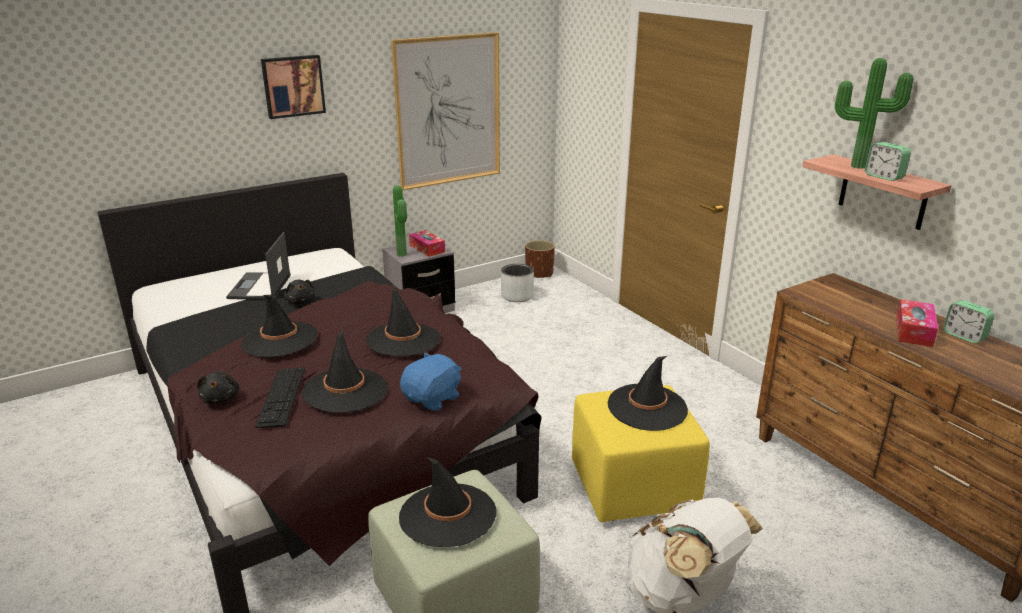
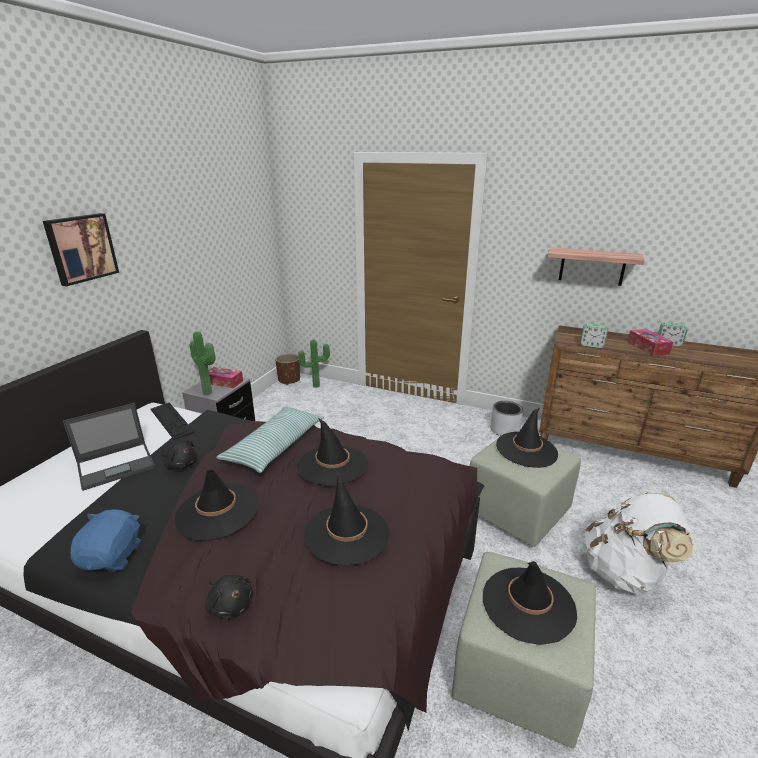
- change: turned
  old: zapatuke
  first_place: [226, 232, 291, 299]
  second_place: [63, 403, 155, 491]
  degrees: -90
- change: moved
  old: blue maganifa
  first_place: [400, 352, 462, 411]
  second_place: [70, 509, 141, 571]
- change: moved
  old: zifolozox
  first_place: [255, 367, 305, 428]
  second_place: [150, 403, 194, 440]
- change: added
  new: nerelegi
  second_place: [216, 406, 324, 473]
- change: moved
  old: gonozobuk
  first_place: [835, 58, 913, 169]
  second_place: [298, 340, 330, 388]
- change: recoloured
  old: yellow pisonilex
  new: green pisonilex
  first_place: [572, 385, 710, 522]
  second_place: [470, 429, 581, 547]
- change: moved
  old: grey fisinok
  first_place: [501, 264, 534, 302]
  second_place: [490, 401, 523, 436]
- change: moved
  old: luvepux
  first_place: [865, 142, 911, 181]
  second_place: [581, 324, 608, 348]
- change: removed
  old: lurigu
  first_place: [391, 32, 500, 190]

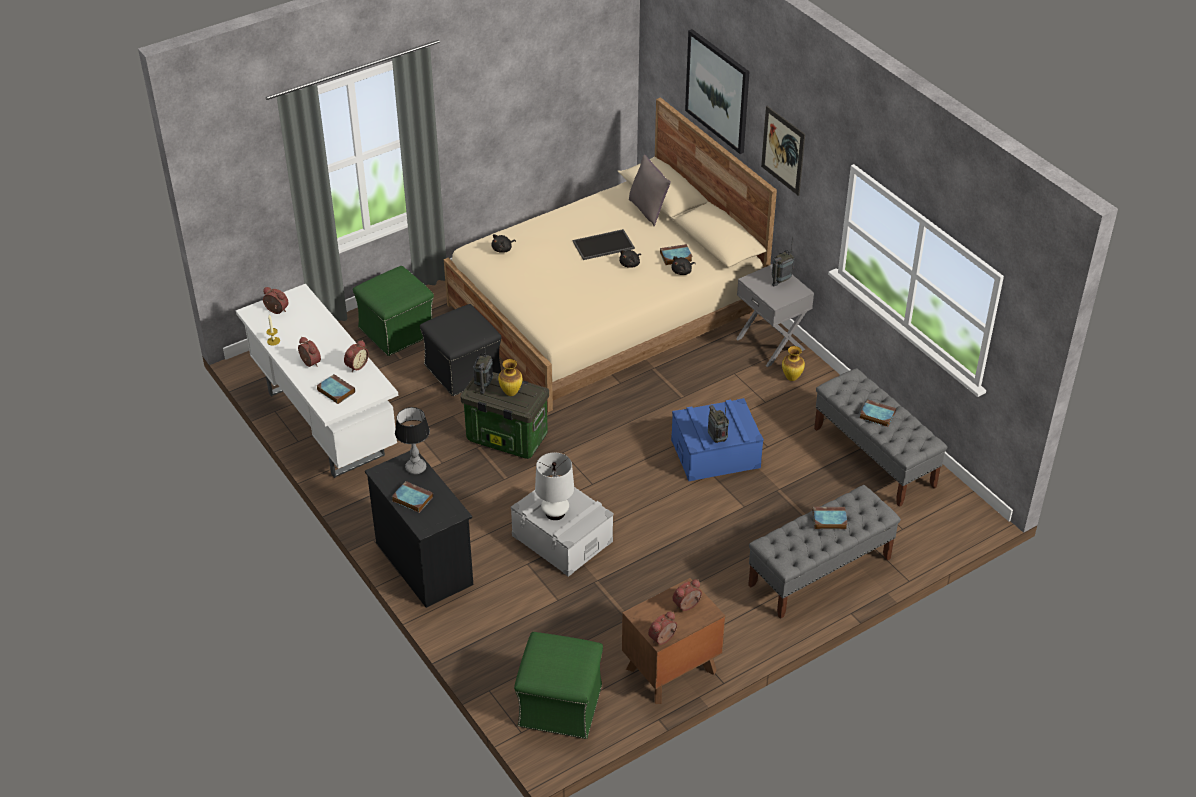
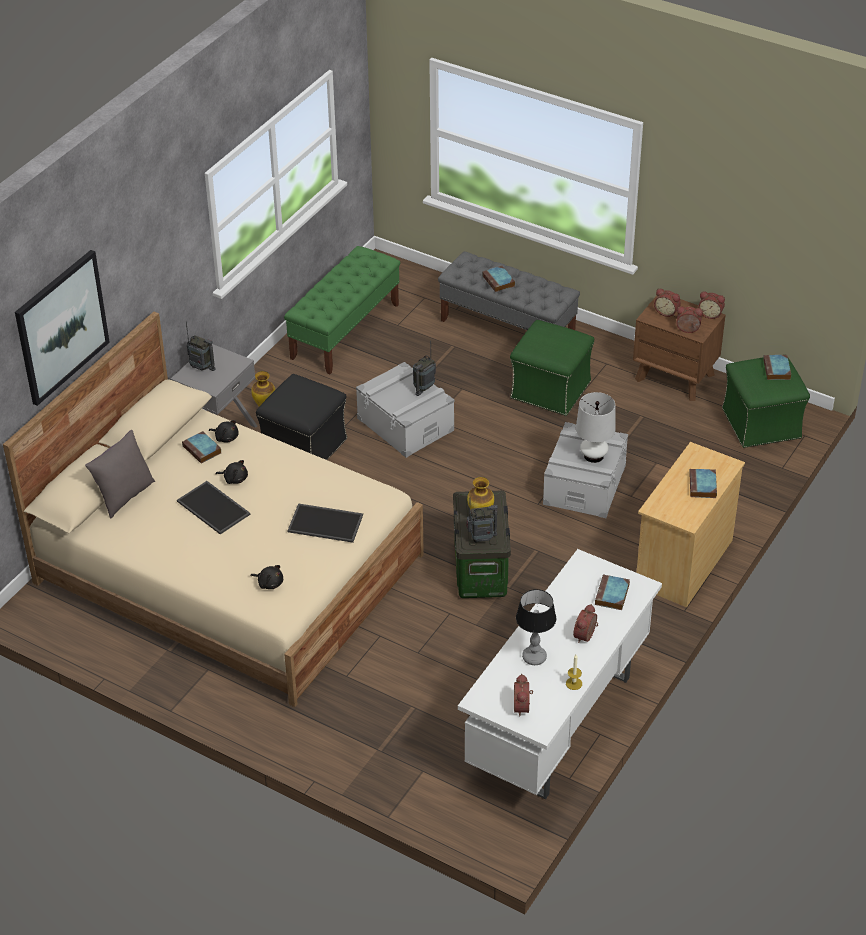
- change: moved
  old: black pisonilex
  first_place: [420, 304, 501, 396]
  second_place: [256, 374, 347, 460]
- change: recoloured
  old: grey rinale
  new: green rinale
  first_place: [814, 368, 947, 507]
  second_place: [284, 246, 400, 374]
- change: added
  new: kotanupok
  second_place: [287, 503, 363, 543]
- change: recoloured
  old: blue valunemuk
  new: grey valunemuk
  first_place: [671, 398, 764, 481]
  second_place: [356, 362, 455, 458]
- change: moved
  old: green pisonilex
  first_place: [353, 266, 434, 356]
  second_place: [510, 320, 594, 416]
- change: moved
  old: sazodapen
  first_place: [395, 407, 430, 474]
  second_place: [516, 589, 556, 665]
- change: recoloured
  old: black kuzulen
  new: beige kuzulen
  first_place: [365, 451, 473, 608]
  second_place: [636, 442, 745, 607]
- change: moved
  old: luvepux
  first_place: [344, 340, 369, 372]
  second_place: [677, 307, 703, 333]
- change: moved
  old: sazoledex
  first_place: [859, 399, 896, 427]
  second_place: [763, 355, 791, 380]
- change: removed
  old: lurigu
  first_place: [761, 106, 805, 196]

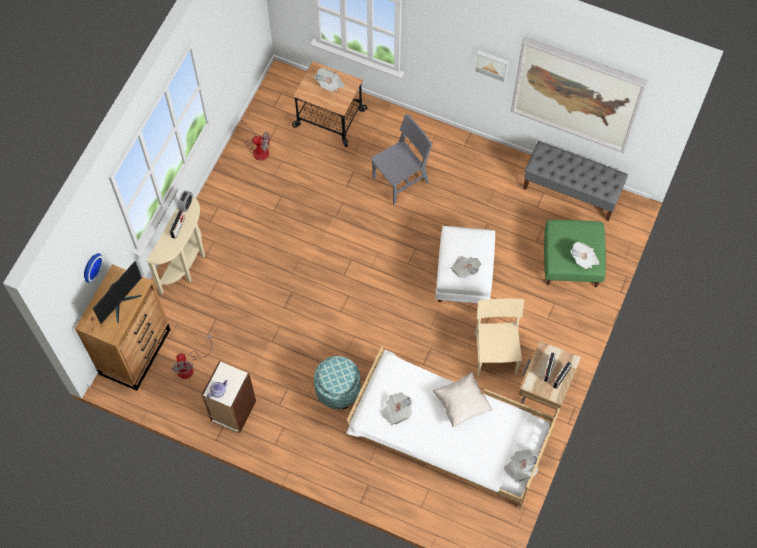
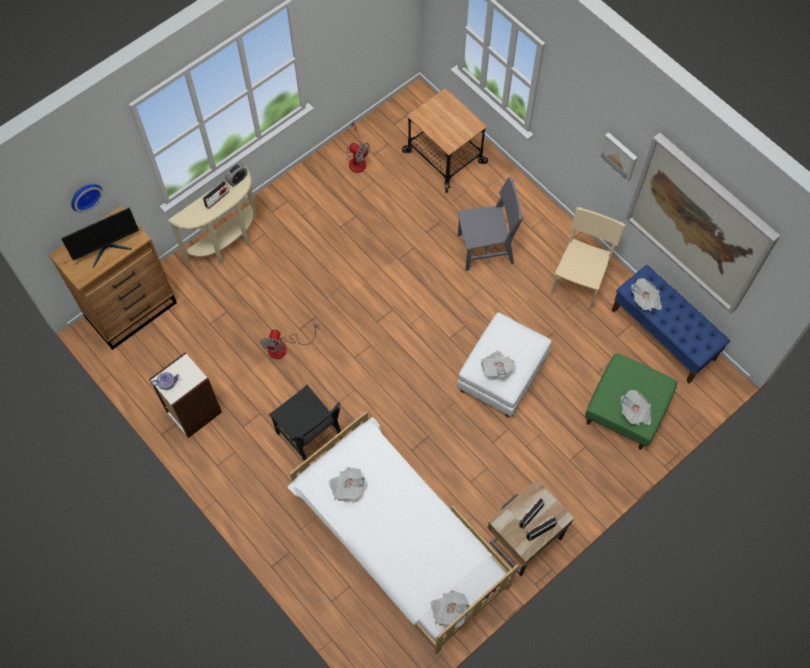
- change: moved
  old: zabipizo
  first_place: [172, 335, 212, 379]
  second_place: [260, 324, 319, 359]
- change: replaced
  old: pisonilex
  new: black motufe
  first_place: [314, 356, 361, 409]
  second_place: [269, 385, 343, 465]
- change: moved
  old: beige motufe
  first_place: [474, 298, 524, 376]
  second_place: [551, 207, 625, 309]
- change: recoloured
  old: grey rinale
  new: blue rinale
  first_place: [523, 141, 628, 221]
  second_place: [611, 265, 730, 383]
- change: moved
  old: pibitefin
  first_place: [314, 68, 345, 92]
  second_place: [631, 278, 662, 311]
- change: removed
  old: beige nerelegi
  first_place: [433, 372, 493, 427]

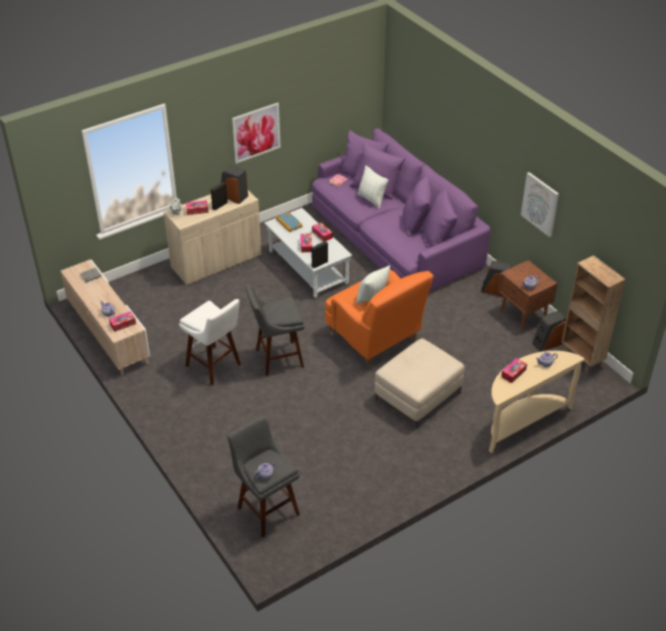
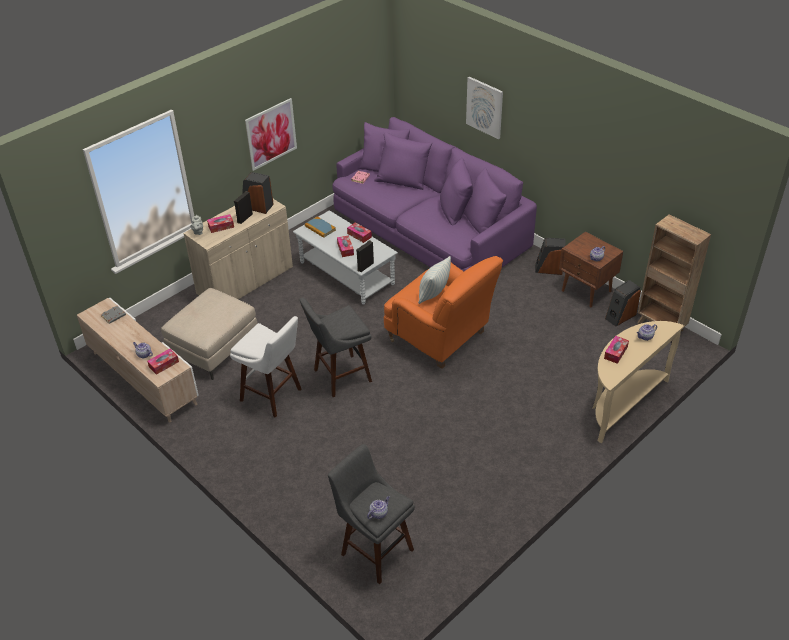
- change: moved
  old: beige pisonilex
  first_place: [374, 338, 465, 429]
  second_place: [161, 288, 258, 380]
- change: moved
  old: lurigu
  first_place: [521, 172, 559, 237]
  second_place: [466, 77, 503, 139]
- change: removed
  old: nerelegi
  first_place: [357, 166, 388, 209]

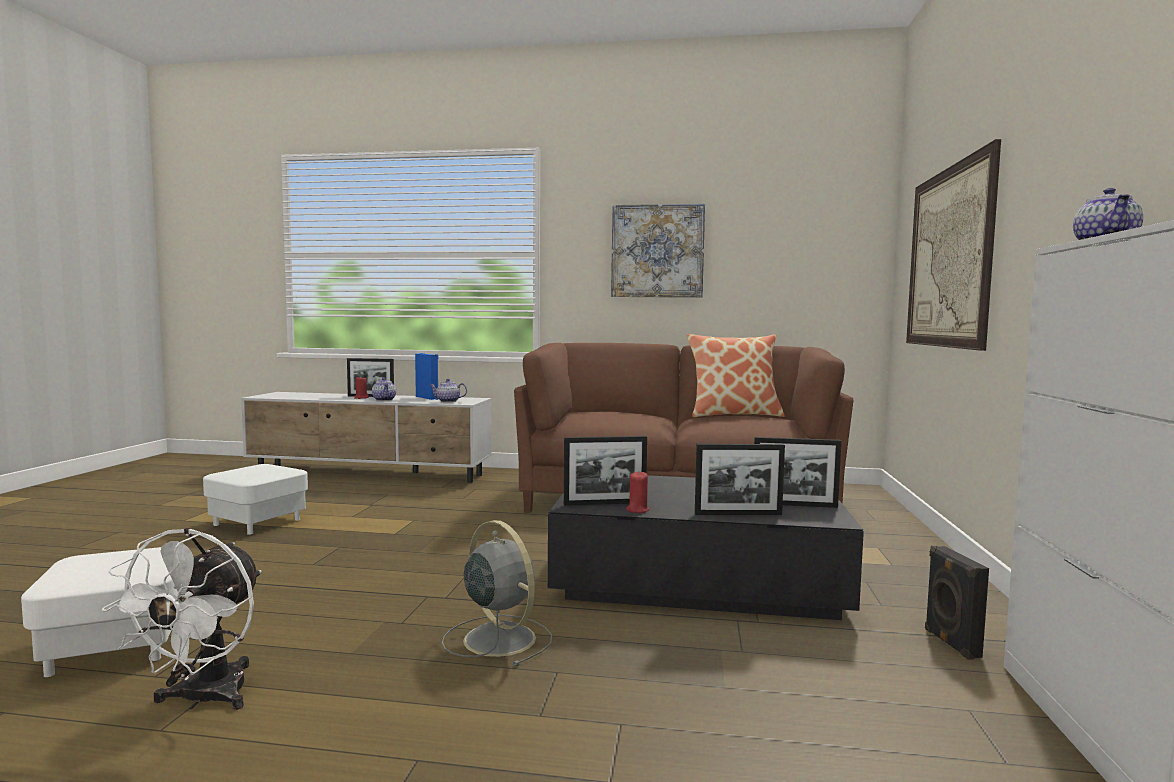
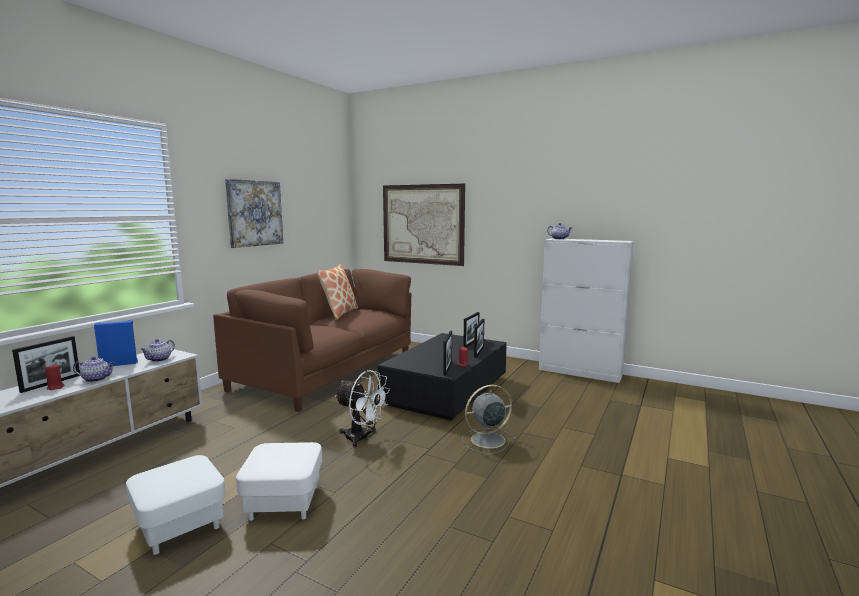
- change: moved
  old: white pisonilex
  first_place: [21, 547, 181, 677]
  second_place: [236, 442, 322, 521]
- change: moved
  old: white zabipizo
  first_place: [102, 528, 261, 710]
  second_place: [335, 370, 390, 448]
- change: removed
  old: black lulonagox
  first_place: [925, 546, 989, 660]

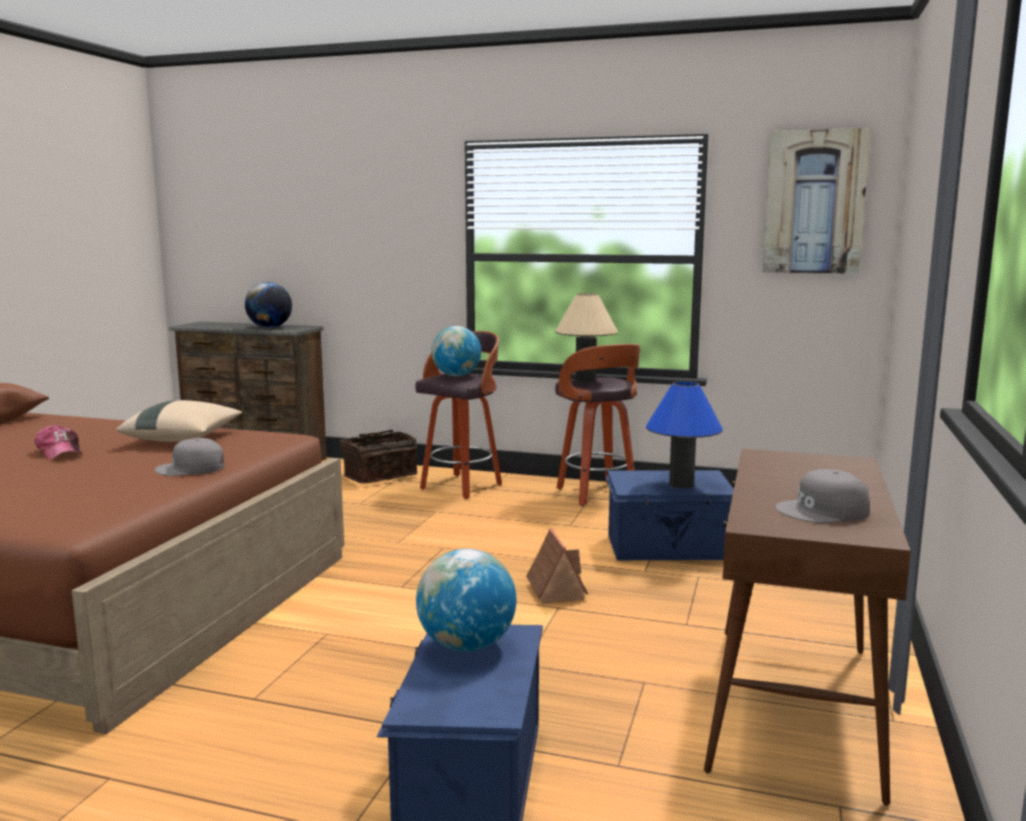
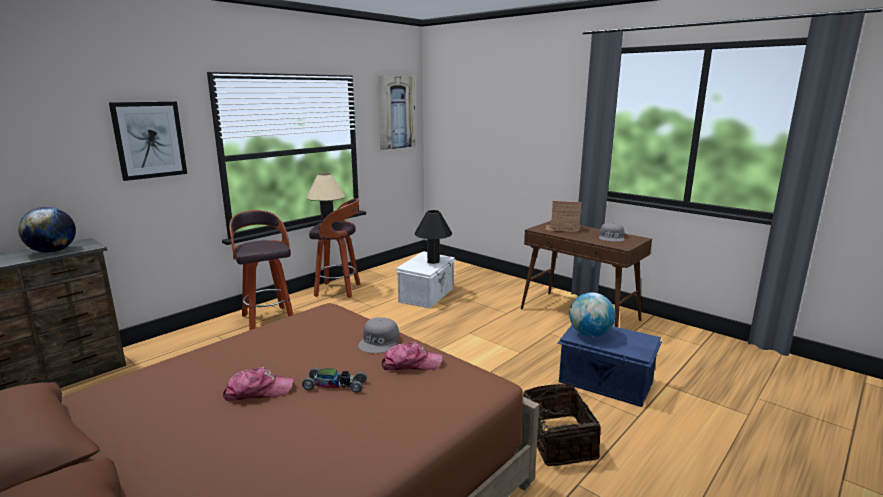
- change: added
  new: lurigu
  second_place: [109, 102, 187, 181]
- change: added
  new: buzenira
  second_place: [302, 368, 367, 393]
- change: added
  new: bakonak
  second_place: [381, 342, 443, 370]
- change: recoloured
  old: blue valunemuk
  new: white valunemuk
  first_place: [605, 470, 734, 560]
  second_place: [396, 252, 456, 308]
- change: recoloured
  old: blue sazodapen
  new: black sazodapen
  first_place: [646, 381, 723, 488]
  second_place: [415, 210, 452, 264]
- change: moved
  old: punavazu
  first_place: [340, 430, 417, 484]
  second_place: [523, 384, 601, 466]
- change: moved
  old: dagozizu
  first_place: [526, 528, 588, 603]
  second_place: [545, 201, 582, 232]
- change: removed
  old: beige nerelegi
  first_place: [116, 400, 242, 442]
- change: removed
  old: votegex
  first_place: [431, 326, 481, 376]

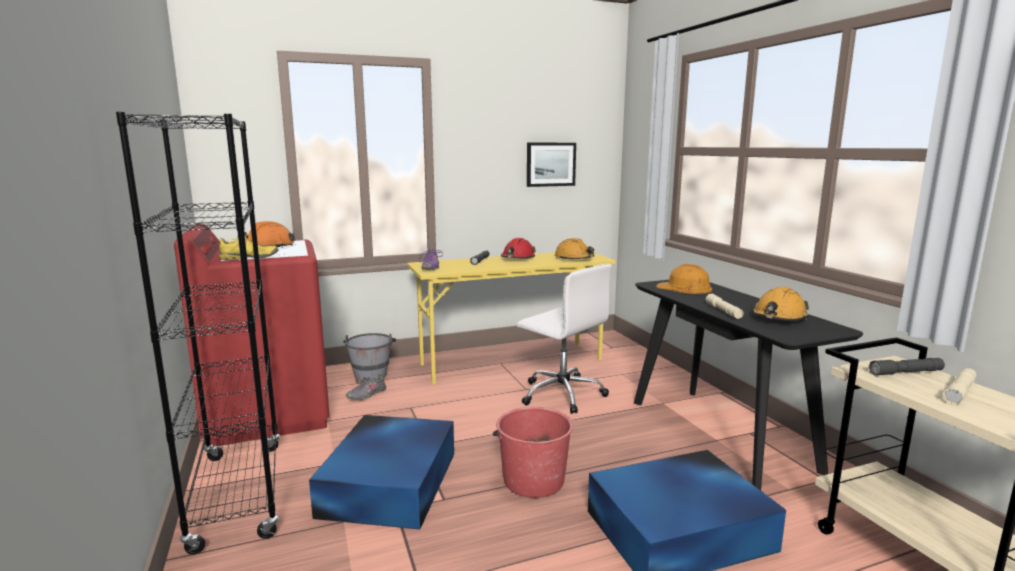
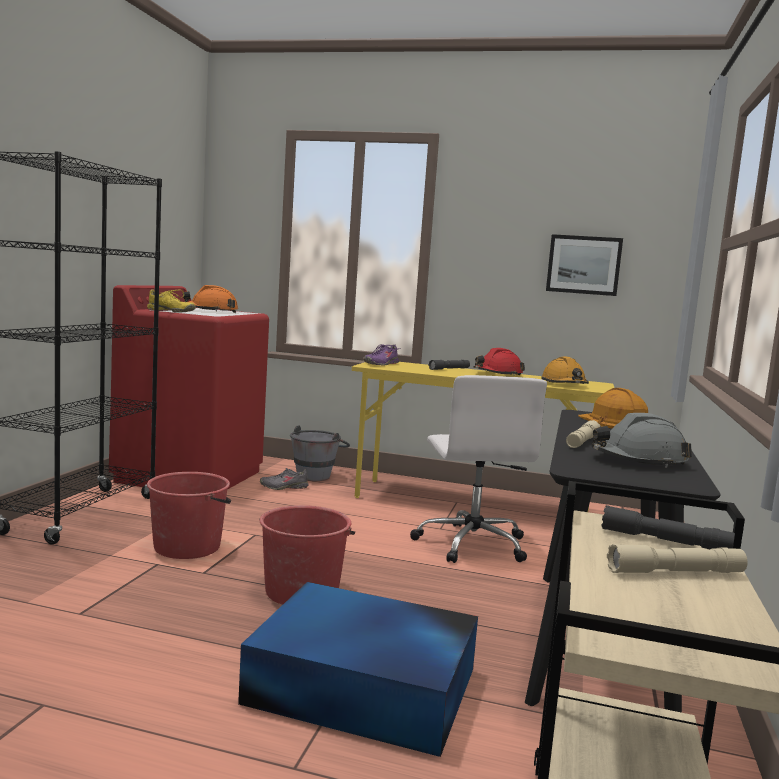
- change: replaced
  old: blue valunemuk
  new: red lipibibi
  first_place: [309, 415, 454, 529]
  second_place: [147, 472, 231, 559]
- change: recoloured
  old: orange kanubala
  new: grey kanubala
  first_place: [752, 287, 809, 321]
  second_place: [592, 413, 692, 468]

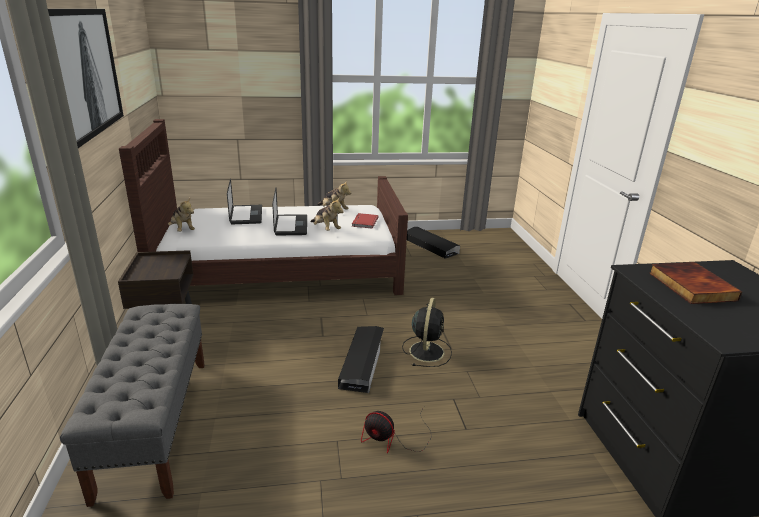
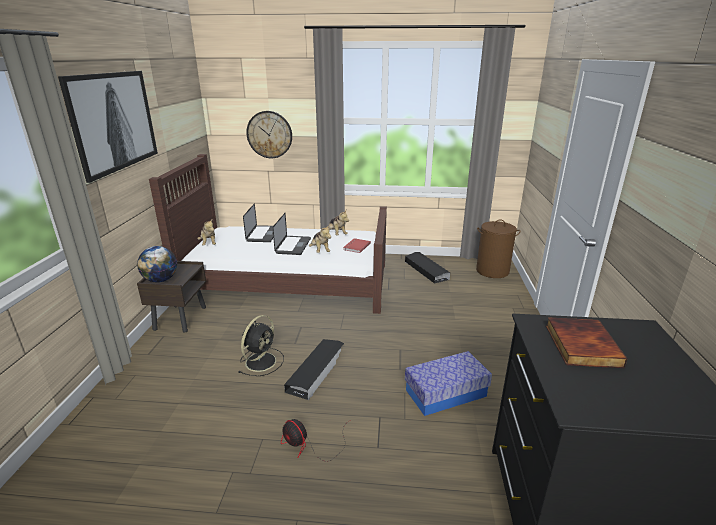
- change: added
  new: votegex
  second_place: [137, 246, 177, 282]
- change: moved
  old: black zabipizo
  first_place: [402, 297, 452, 367]
  second_place: [238, 315, 284, 376]
- change: added
  new: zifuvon
  second_place: [246, 111, 292, 158]
- change: added
  new: valunemuk
  second_place: [405, 351, 492, 416]
- change: added
  new: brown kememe
  second_place: [476, 219, 521, 278]
- change: removed
  old: grey rinale
  first_place: [60, 304, 205, 507]

